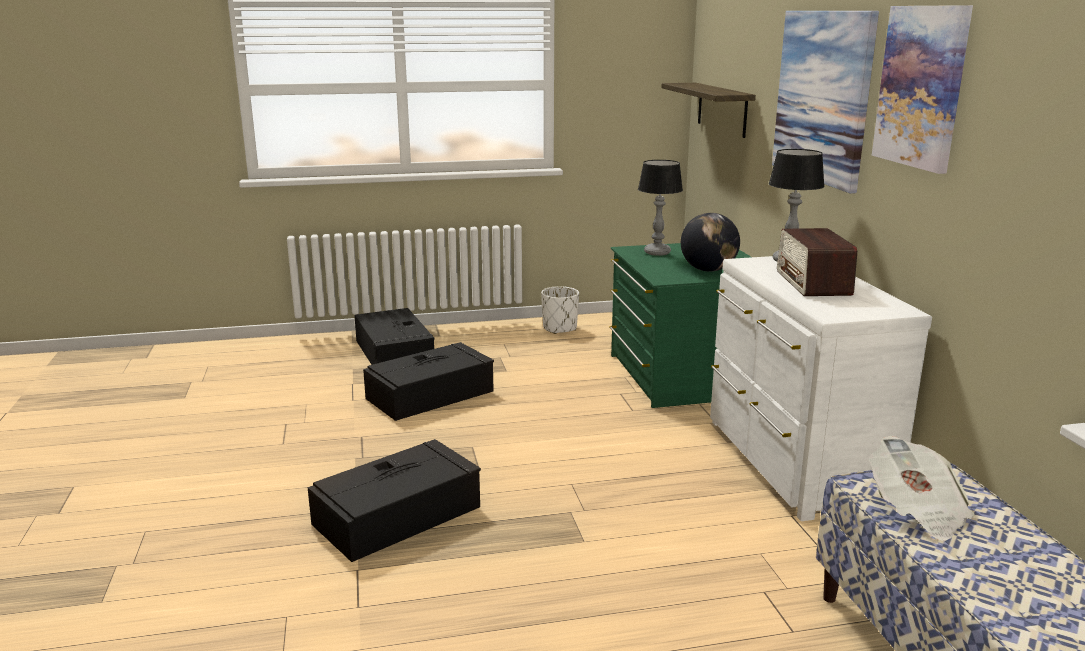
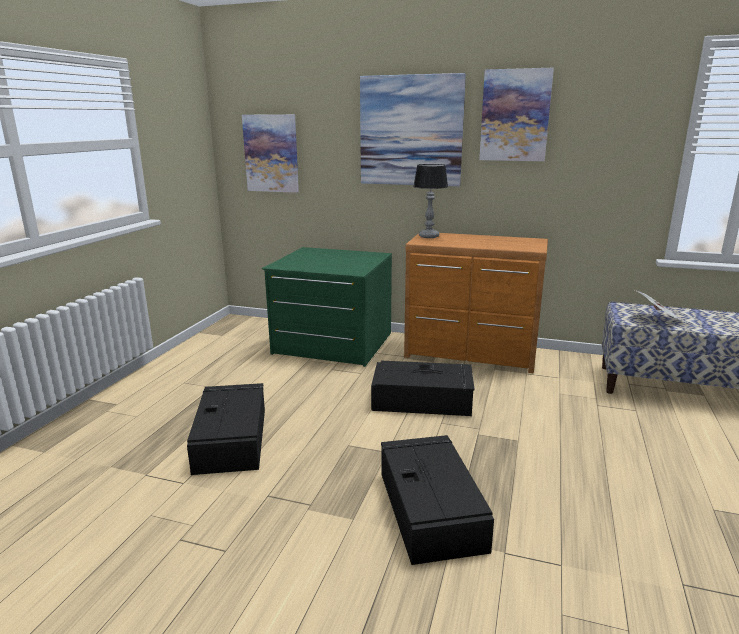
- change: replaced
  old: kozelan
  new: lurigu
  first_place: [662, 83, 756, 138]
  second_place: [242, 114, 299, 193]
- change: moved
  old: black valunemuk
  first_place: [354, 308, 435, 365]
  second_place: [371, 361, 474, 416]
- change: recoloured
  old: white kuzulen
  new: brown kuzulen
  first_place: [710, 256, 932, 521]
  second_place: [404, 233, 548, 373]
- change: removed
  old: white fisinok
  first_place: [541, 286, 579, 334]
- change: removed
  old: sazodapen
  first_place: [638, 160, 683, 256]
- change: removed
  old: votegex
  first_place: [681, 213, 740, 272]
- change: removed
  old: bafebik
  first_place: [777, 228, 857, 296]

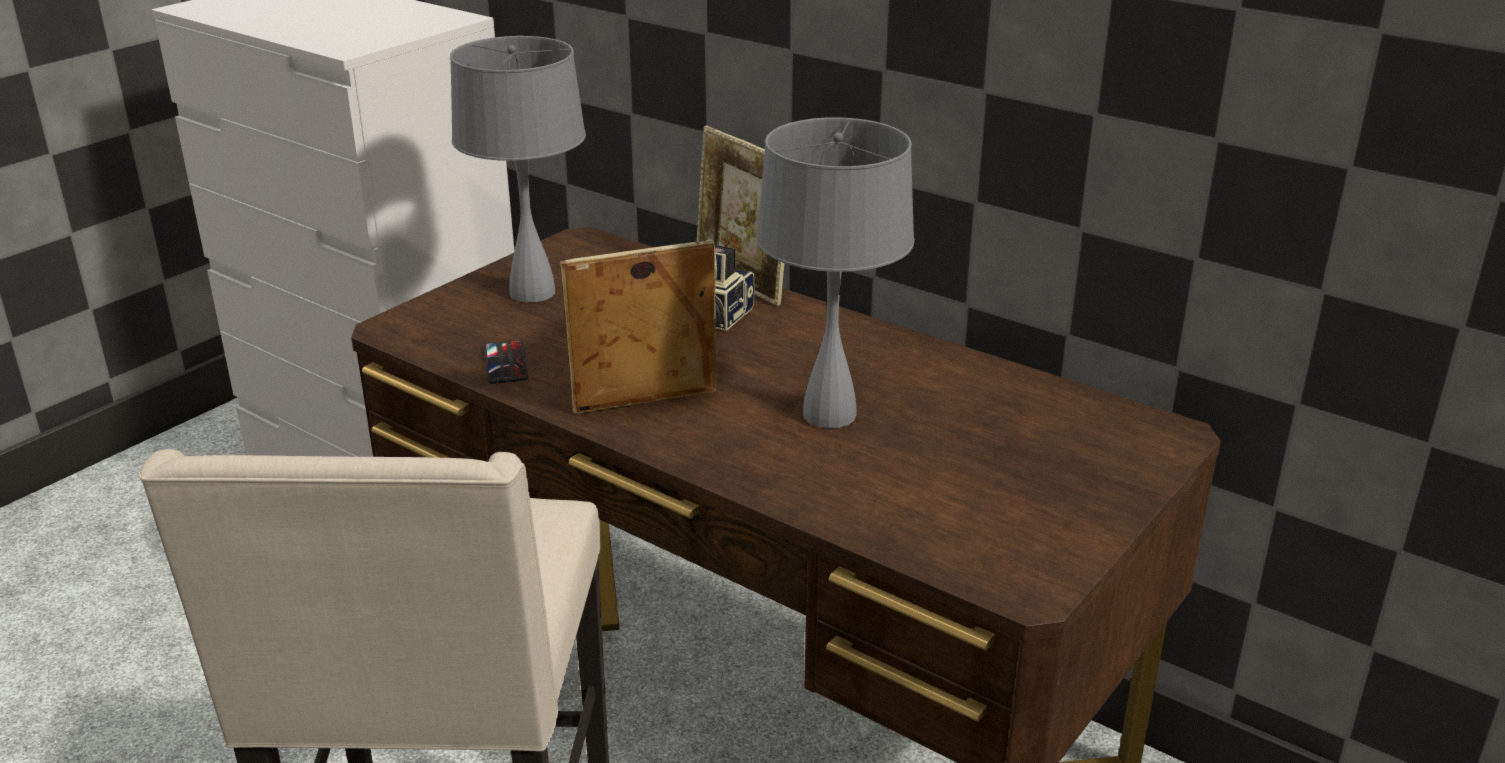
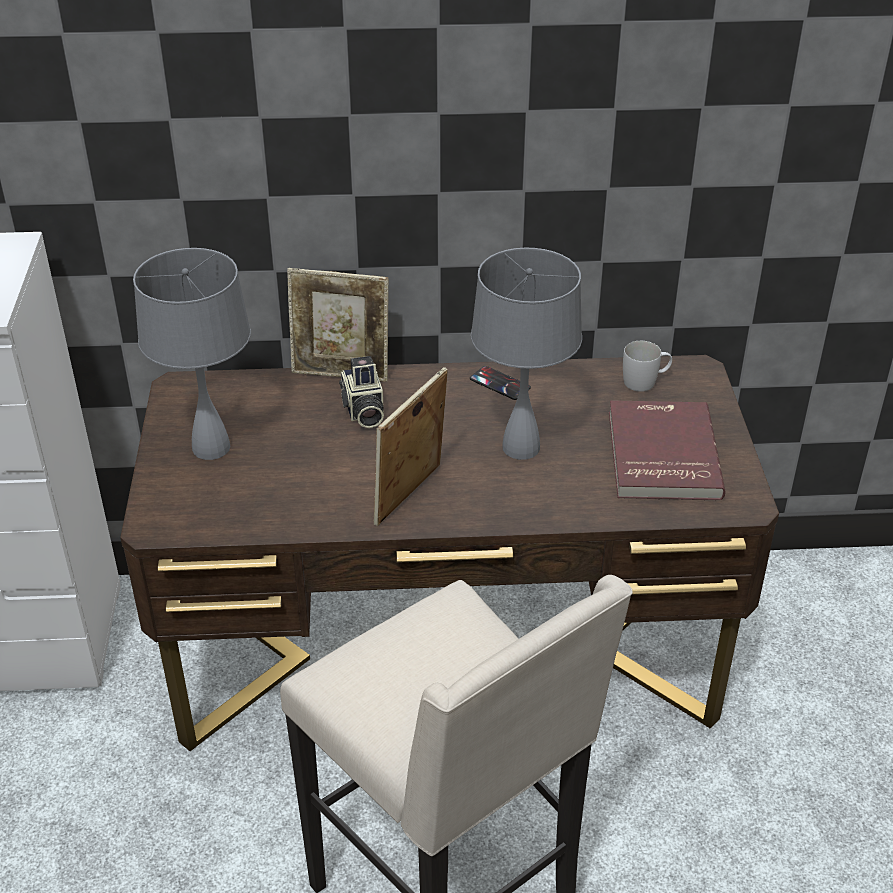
- change: moved
  old: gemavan
  first_place: [484, 340, 528, 384]
  second_place: [470, 366, 531, 400]
- change: added
  new: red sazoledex
  second_place: [609, 400, 726, 500]
- change: added
  new: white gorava
  second_place: [623, 341, 672, 392]

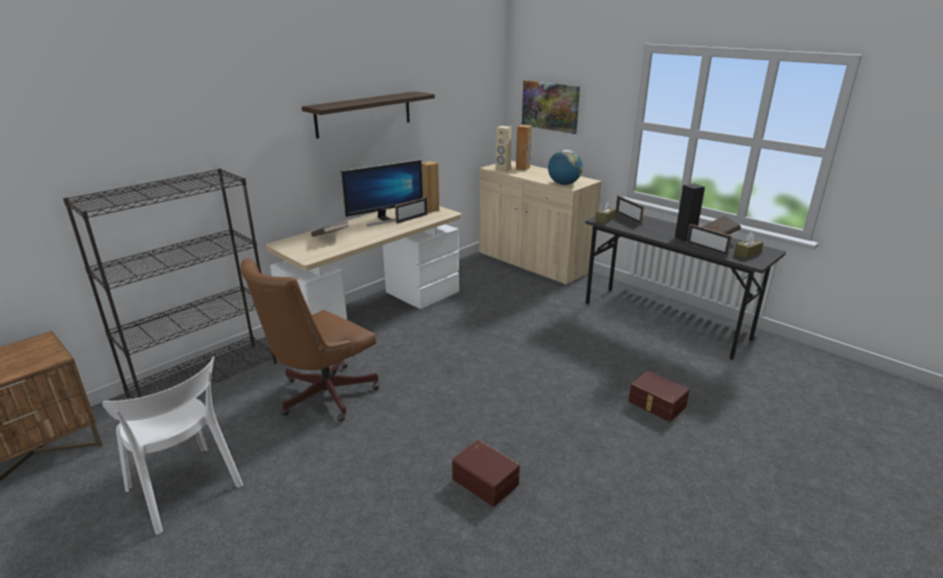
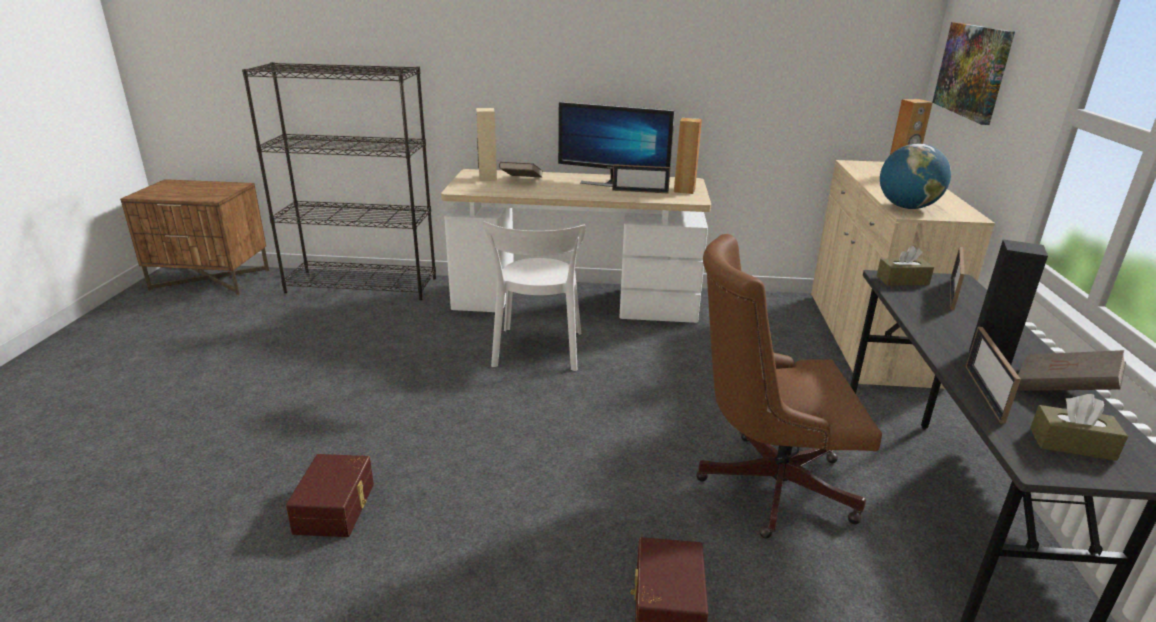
- change: moved
  old: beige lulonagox
  first_place: [495, 126, 512, 172]
  second_place: [476, 108, 497, 181]
- change: moved
  old: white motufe
  first_place: [102, 356, 243, 535]
  second_place: [483, 221, 586, 371]
- change: moved
  old: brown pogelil
  first_place: [241, 258, 380, 421]
  second_place: [696, 234, 882, 539]
- change: removed
  old: kozelan
  first_place: [302, 91, 435, 139]

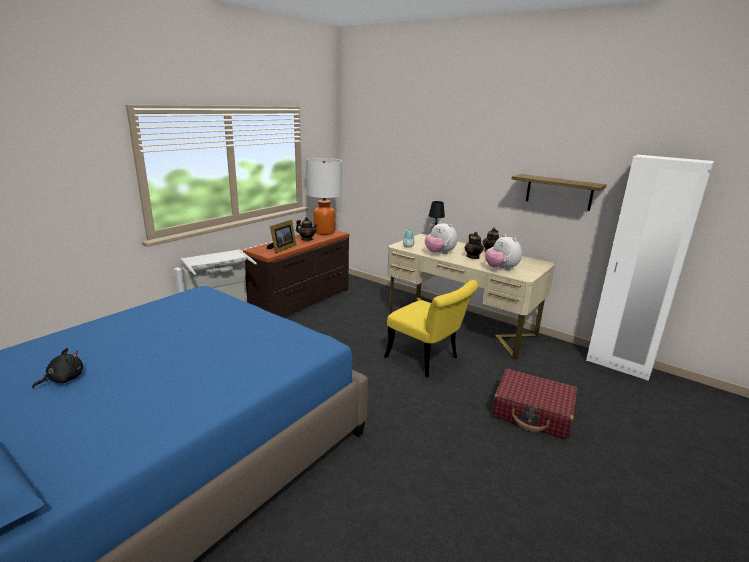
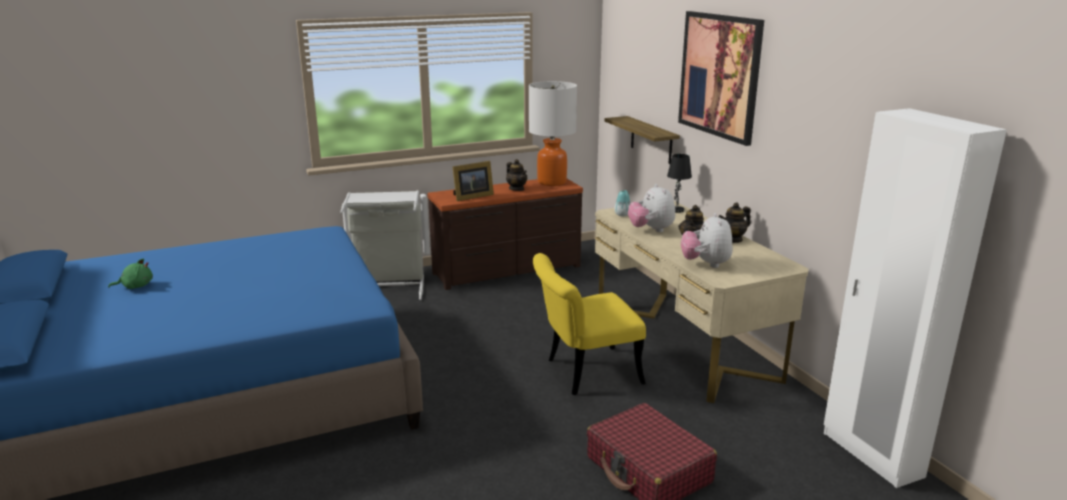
- change: recoloured
  old: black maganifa
  new: green maganifa
  first_place: [32, 348, 83, 388]
  second_place: [108, 258, 153, 289]
- change: turned
  old: yellow motufe
  first_place: [384, 280, 478, 377]
  second_place: [533, 253, 646, 395]
  degrees: 90
- change: moved
  old: kozelan
  first_place: [512, 174, 607, 211]
  second_place: [604, 116, 680, 164]
- change: added
  new: lurigu
  second_place: [678, 11, 764, 146]

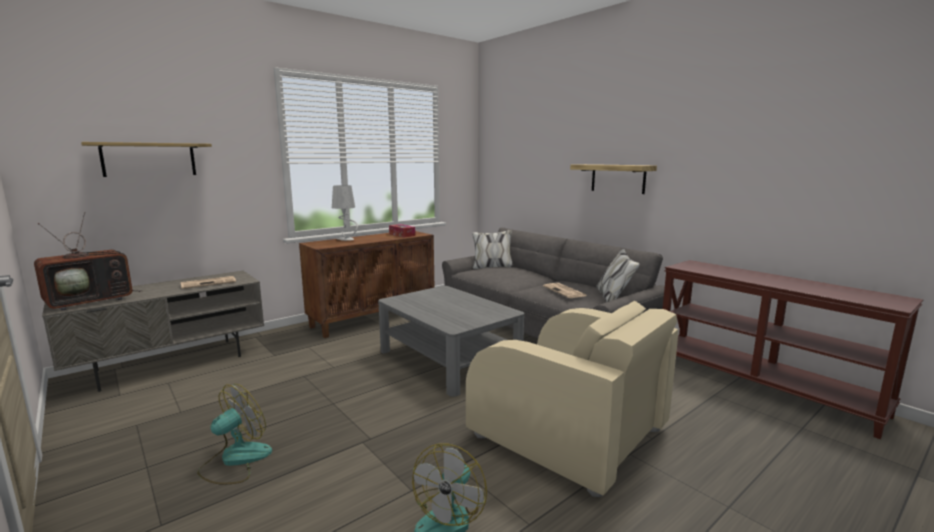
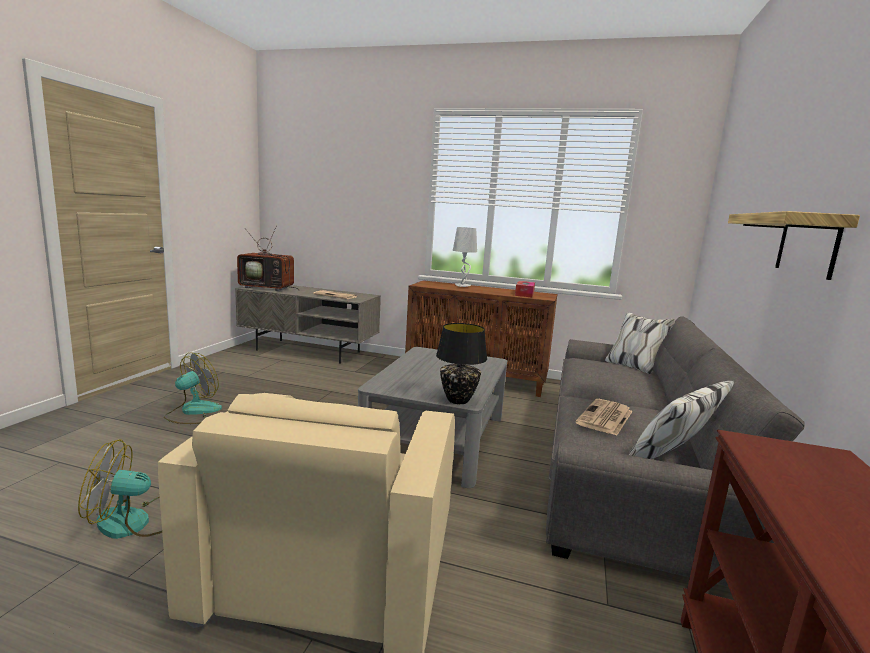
- change: turned
  old: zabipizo
  first_place: [197, 384, 272, 484]
  second_place: [164, 352, 222, 424]
  degrees: -60
- change: added
  new: black sazodapen
  second_place: [436, 323, 487, 404]
- change: removed
  old: kozelan
  first_place: [81, 142, 212, 177]

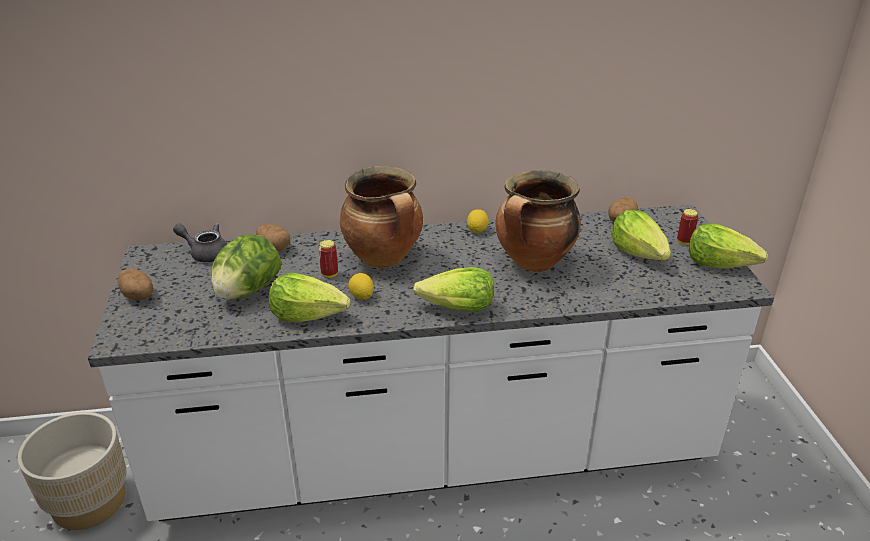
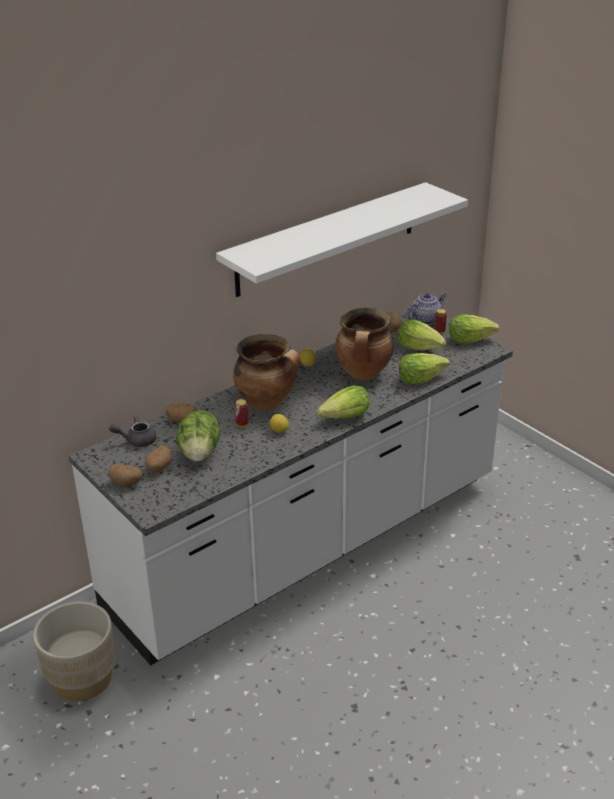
- change: added
  new: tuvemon
  second_place: [145, 446, 172, 473]
- change: added
  new: white kozelan
  second_place: [216, 182, 468, 297]
- change: moved
  old: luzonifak
  first_place: [269, 273, 351, 322]
  second_place: [399, 353, 449, 385]
- change: added
  new: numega
  second_place: [407, 293, 446, 325]

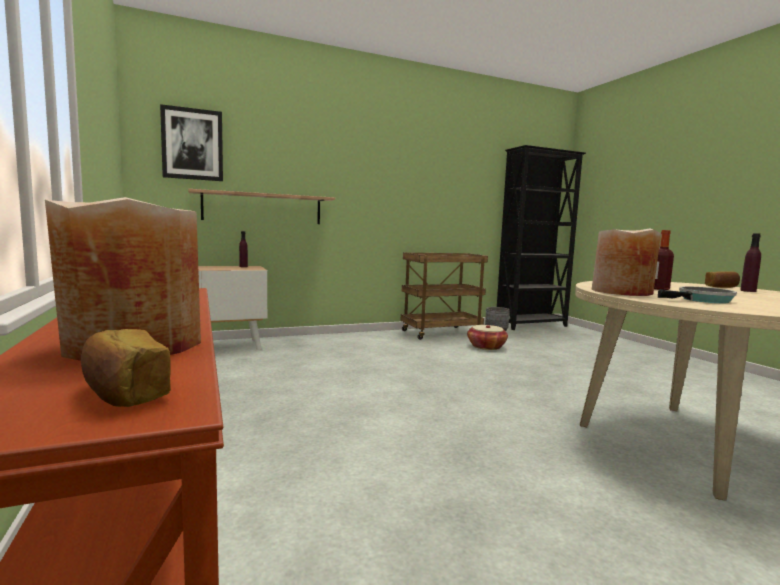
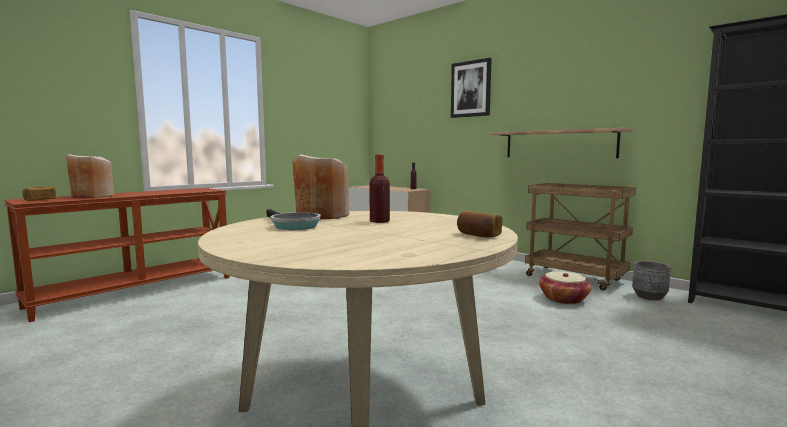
- change: moved
  old: lurigu
  first_place: [160, 104, 223, 181]
  second_place: [451, 58, 492, 118]
- change: moved
  old: kozelan
  first_place: [188, 189, 335, 224]
  second_place: [490, 128, 633, 158]
- change: removed
  old: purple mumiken
  first_place: [740, 233, 761, 292]

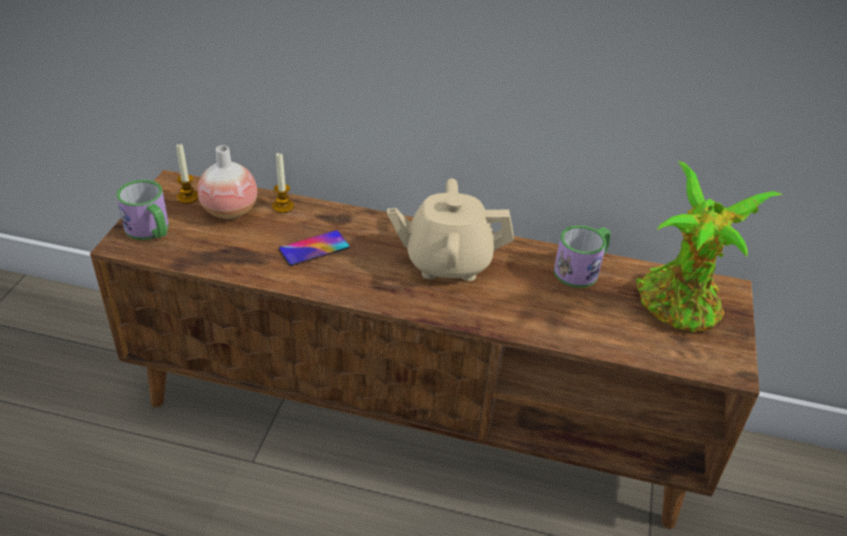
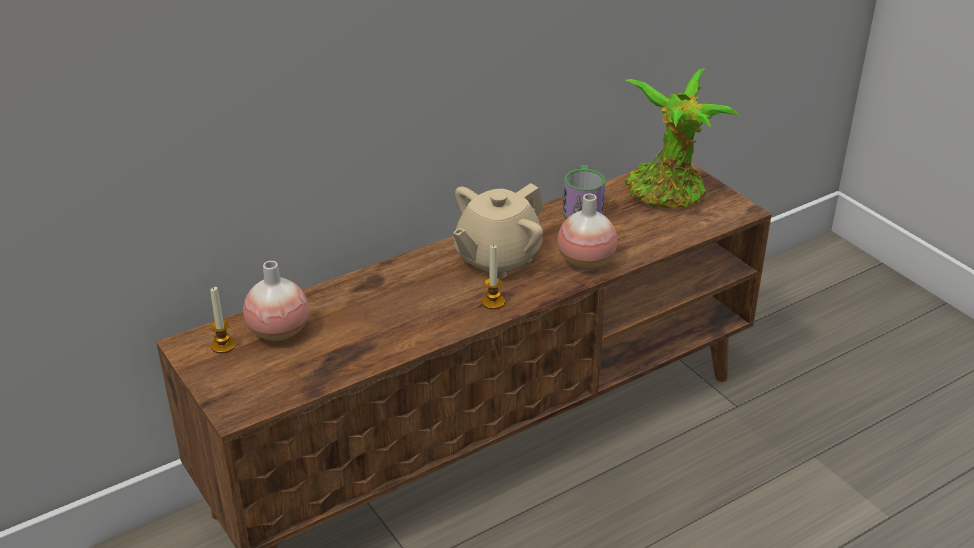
- change: moved
  old: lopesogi
  first_place: [272, 153, 294, 213]
  second_place: [482, 244, 505, 309]
- change: added
  new: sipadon
  second_place: [557, 194, 617, 269]
- change: removed
  old: gorava
  first_place: [117, 180, 169, 240]
- change: removed
  old: gemavan
  first_place: [279, 230, 350, 266]

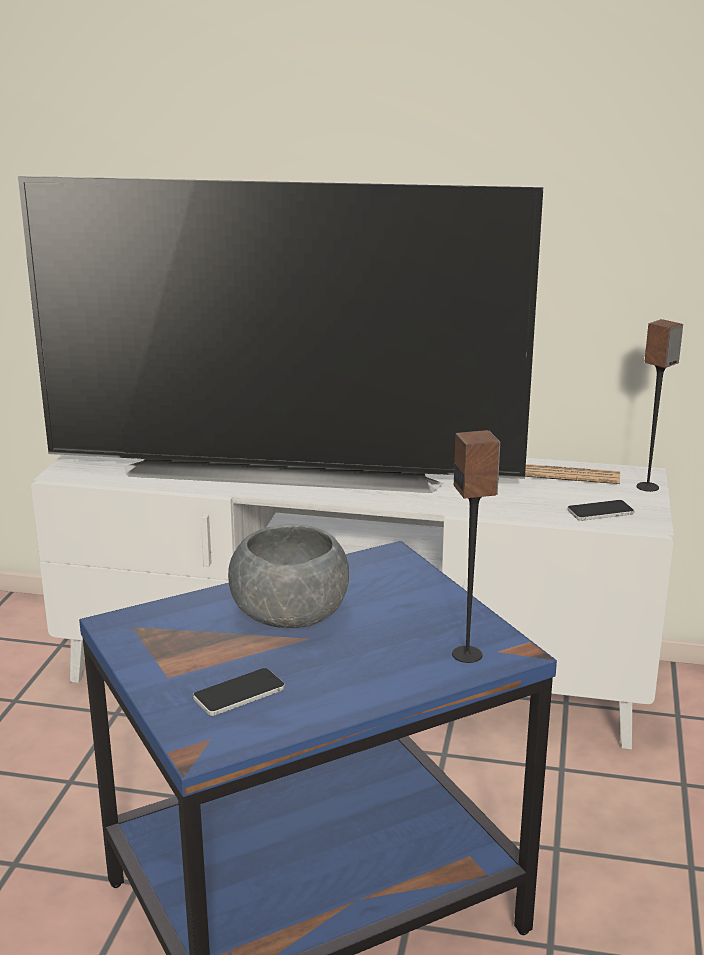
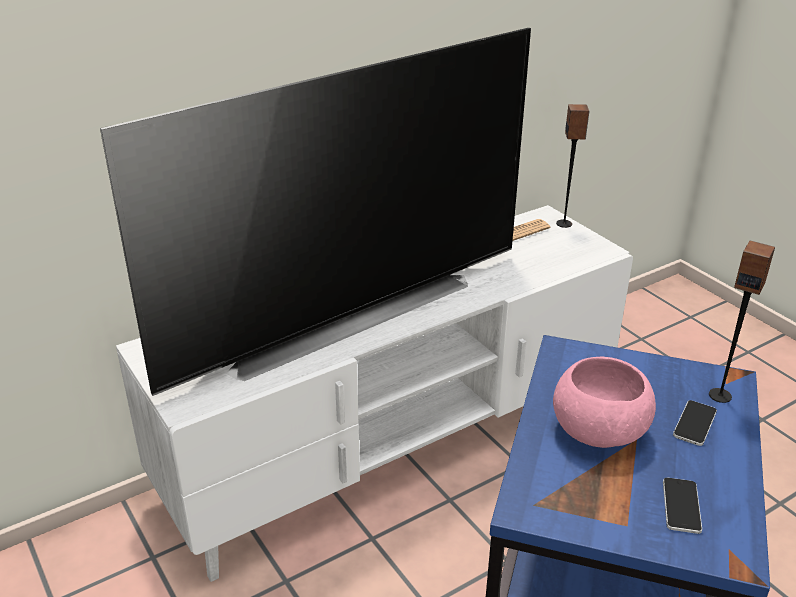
- change: recoloured
  old: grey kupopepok
  new: pink kupopepok
  first_place: [228, 524, 349, 628]
  second_place: [553, 357, 656, 448]
- change: moved
  old: gemavan
  first_place: [567, 500, 634, 521]
  second_place: [673, 400, 717, 446]

